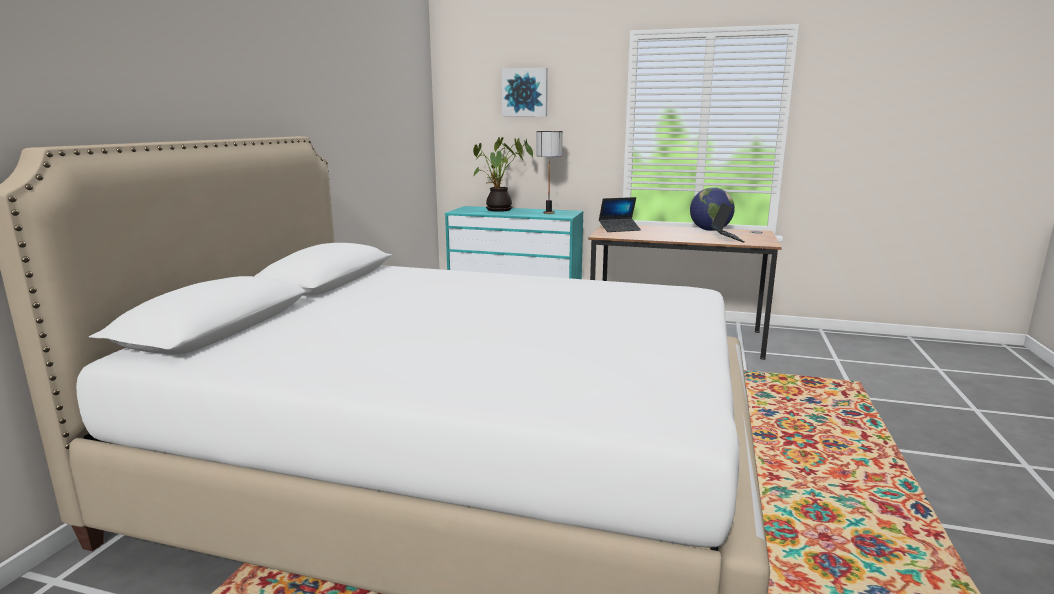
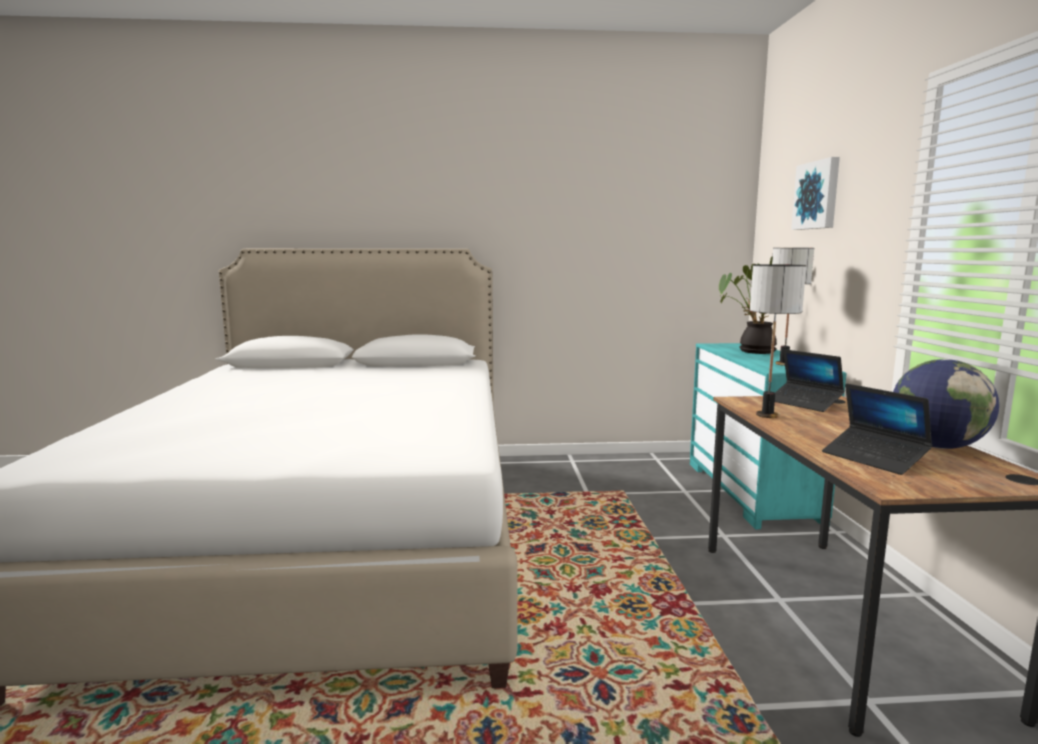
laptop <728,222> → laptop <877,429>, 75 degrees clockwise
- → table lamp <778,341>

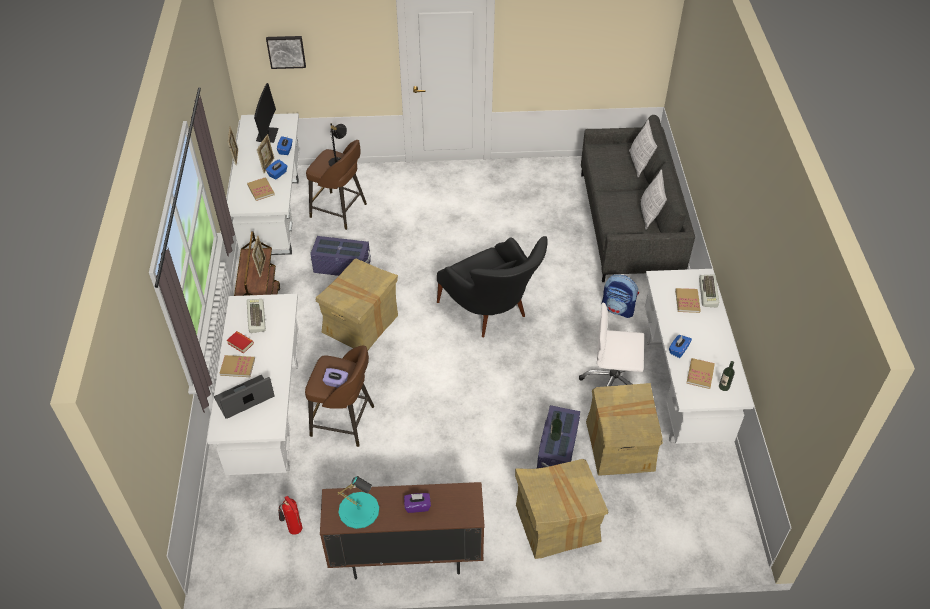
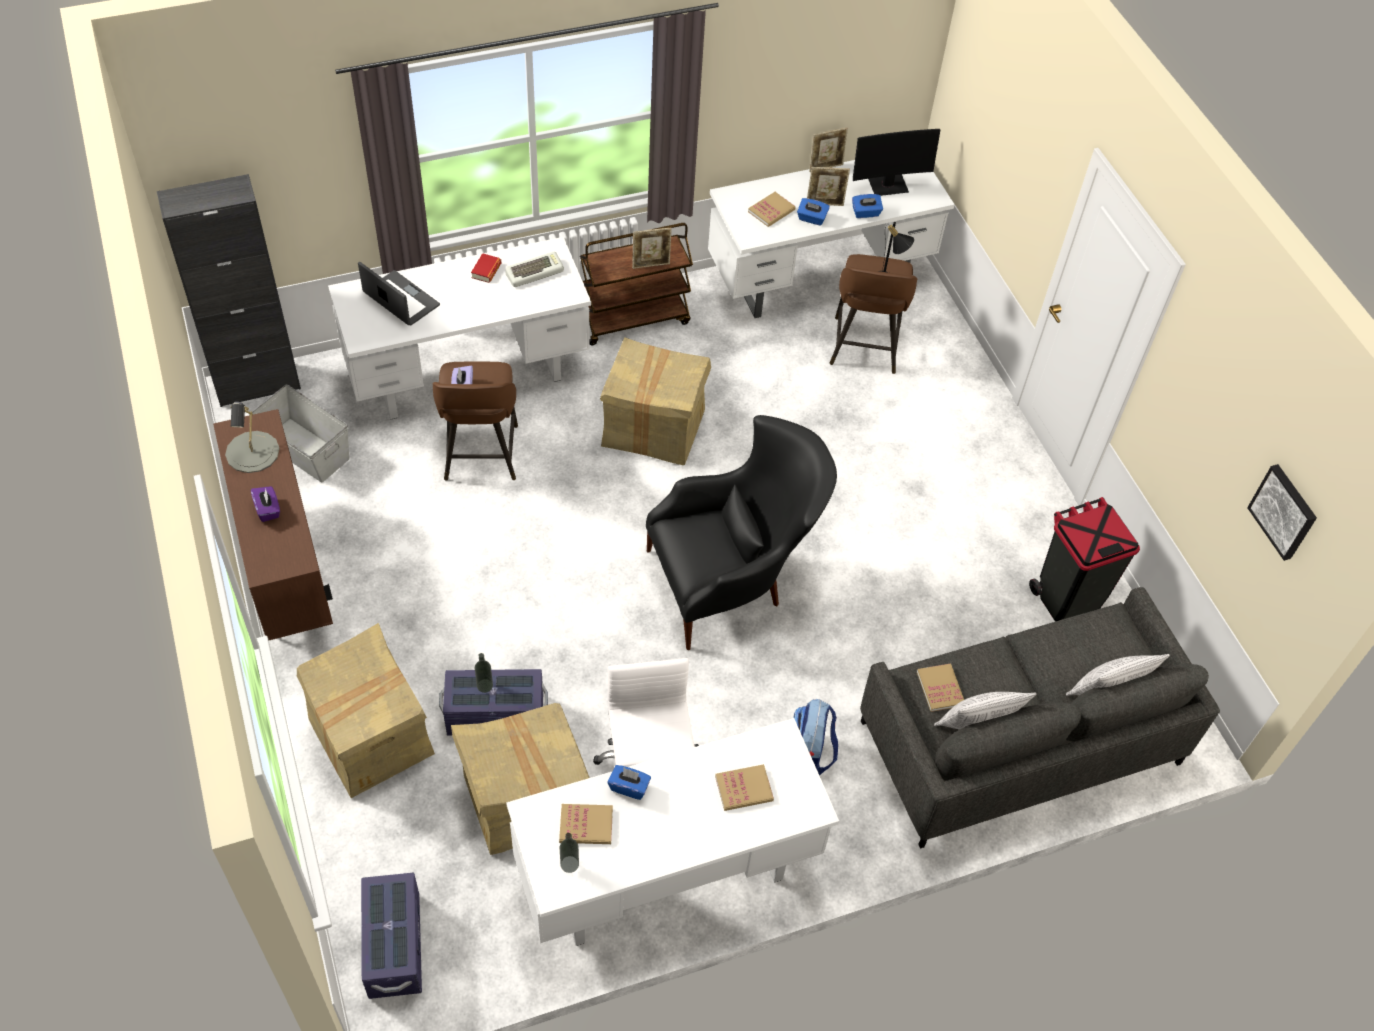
picture <286,52> → picture <1282,512>, relocated
purple storage box <340,256> → purple storage box <391,936>, relocated
black armchair <492,286> → black armchair <741,532>, 150 degrees counterclockwise
keyboard <709,290> → -
book <237,366> → book <940,688>, relocated
turquoise table lamp <358,502> → grey table lamp <252,437>
fire extinguisher <290,515> → grey storage box <299,434>
- → black cabinet <229,290>
- → black trash can <1084,559>

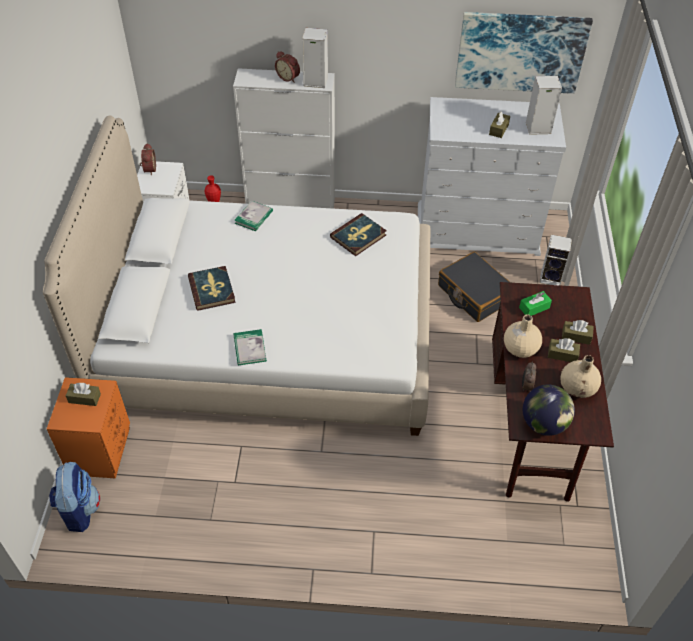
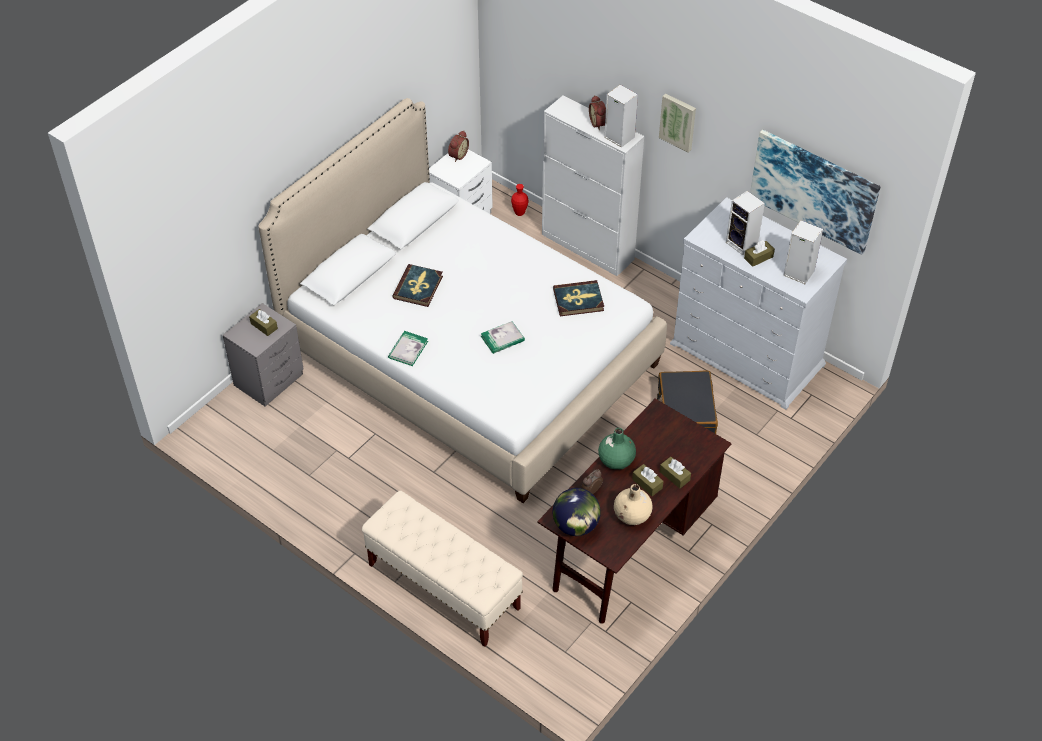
book <253,216> → book <503,337>, relocated
speaker <556,260> → speaker <745,223>, relocated
green tissue box <535,303> → -
beige vase <523,336> → green vase <617,448>
orange nightstand <88,427> → grey nightstand <263,354>
backpack <74,497> → -
- → picture <677,123>
- → beige bench <442,569>

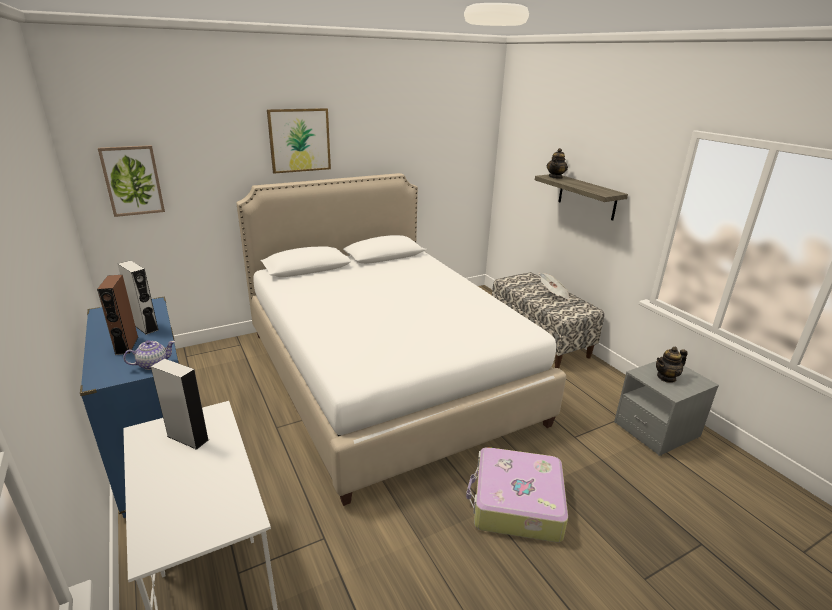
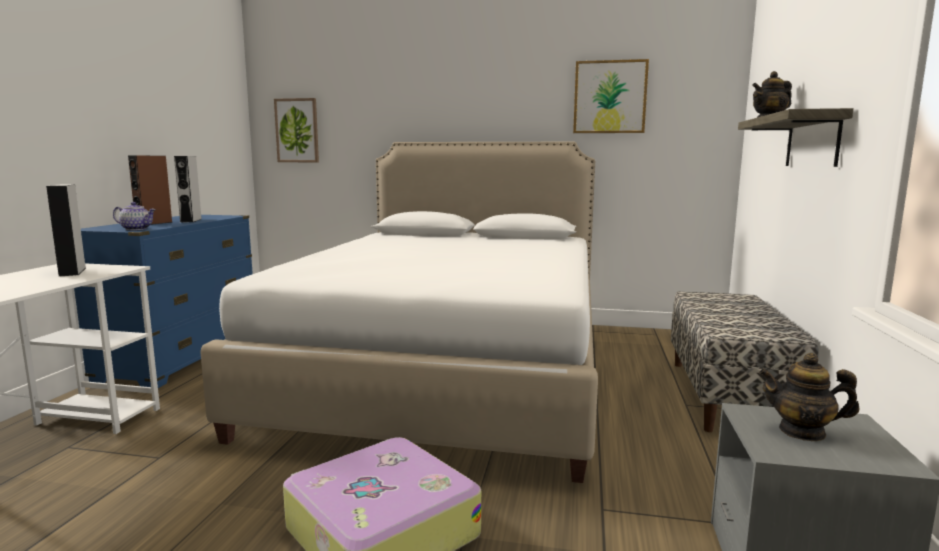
picture <299,140> → picture <611,96>, relocated
newspaper <554,286> → -

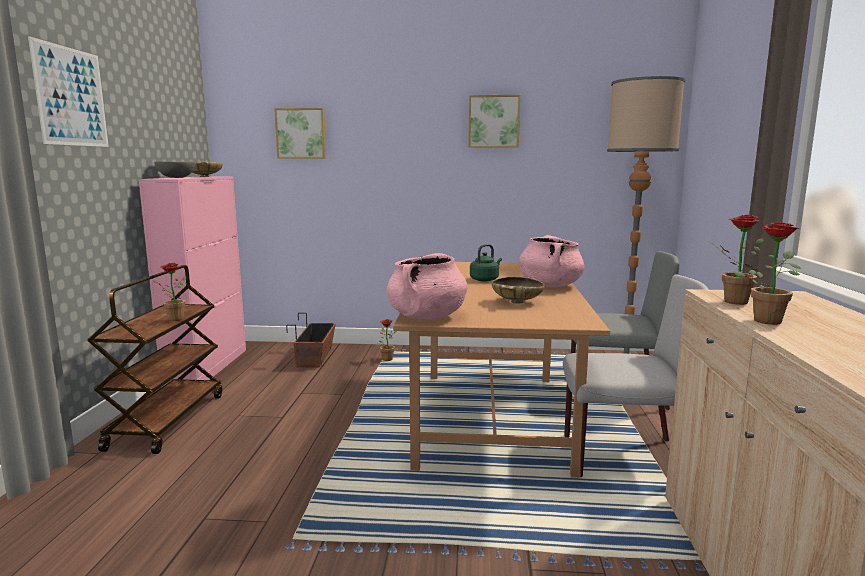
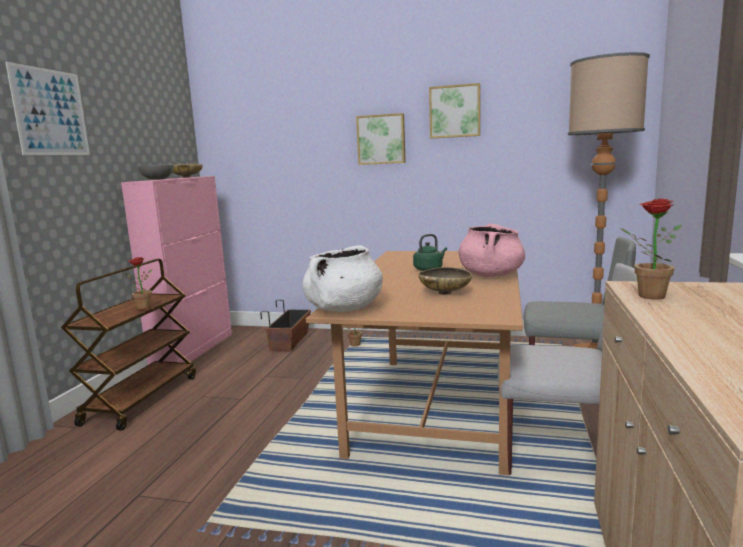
picture <300,133> → picture <381,139>, relocated
potted plant <767,273> → -
pink cooking pot <426,286> → white cooking pot <342,278>

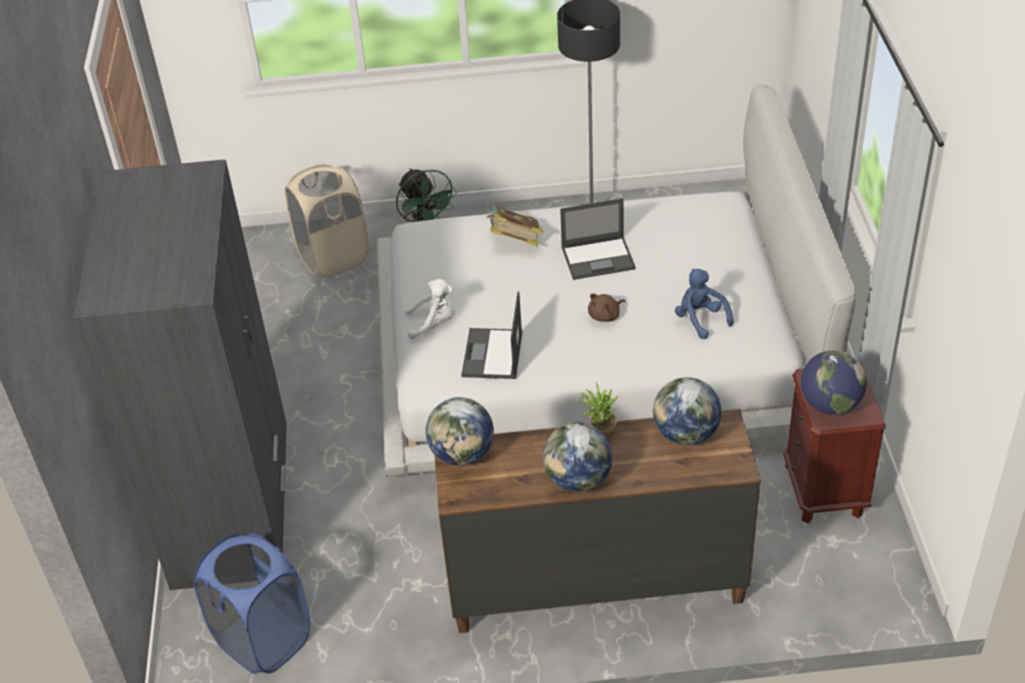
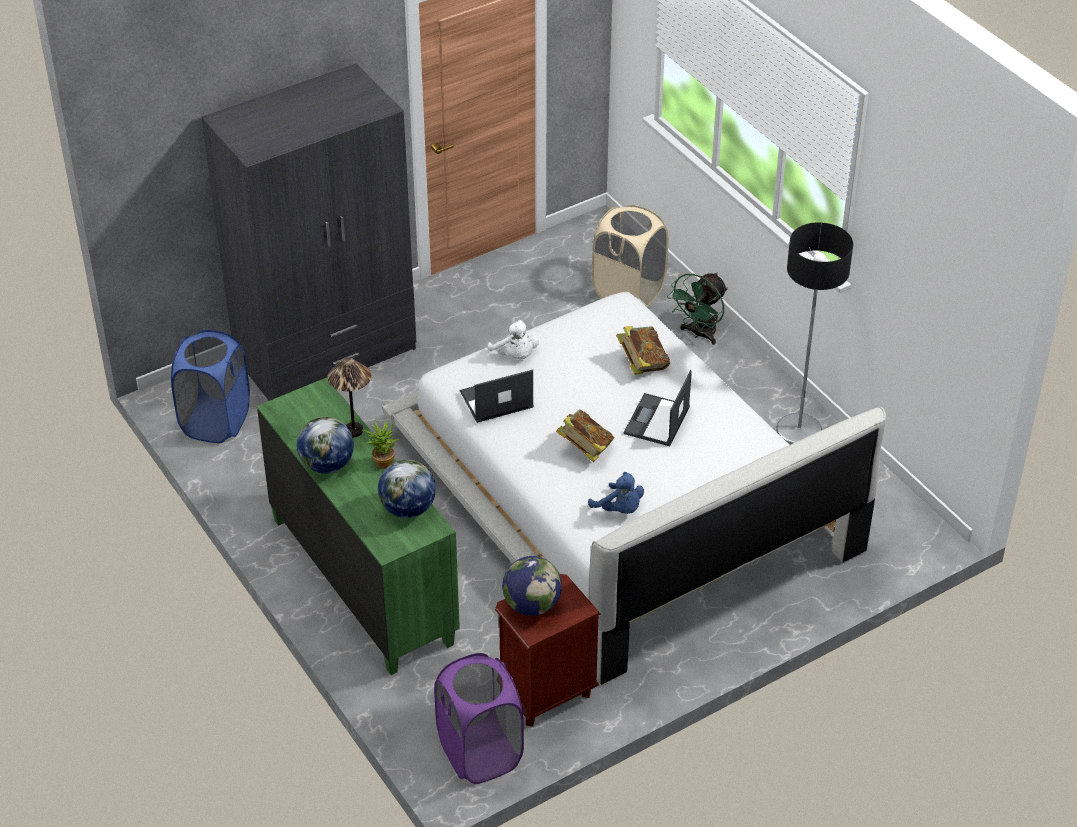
laptop <598,239> → laptop <658,408>, 60 degrees clockwise
blue plush toy <704,304> → blue plush toy <616,493>, 105 degrees clockwise
brown plush toy <606,307> → book <585,435>
globe <460,431> → -
brown dresser <598,521> → green dresser <358,526>
- → table lamp <349,397>
- → purple laundry basket <479,718>

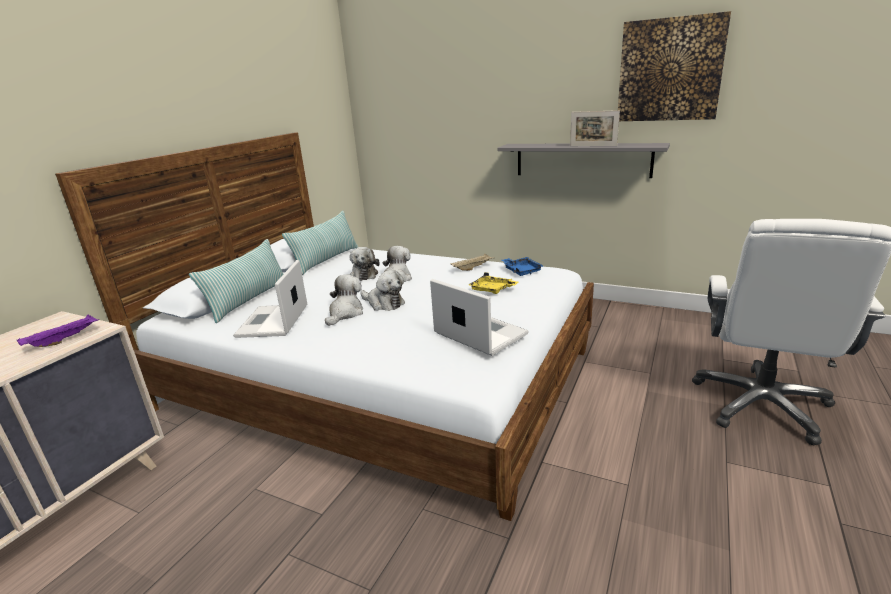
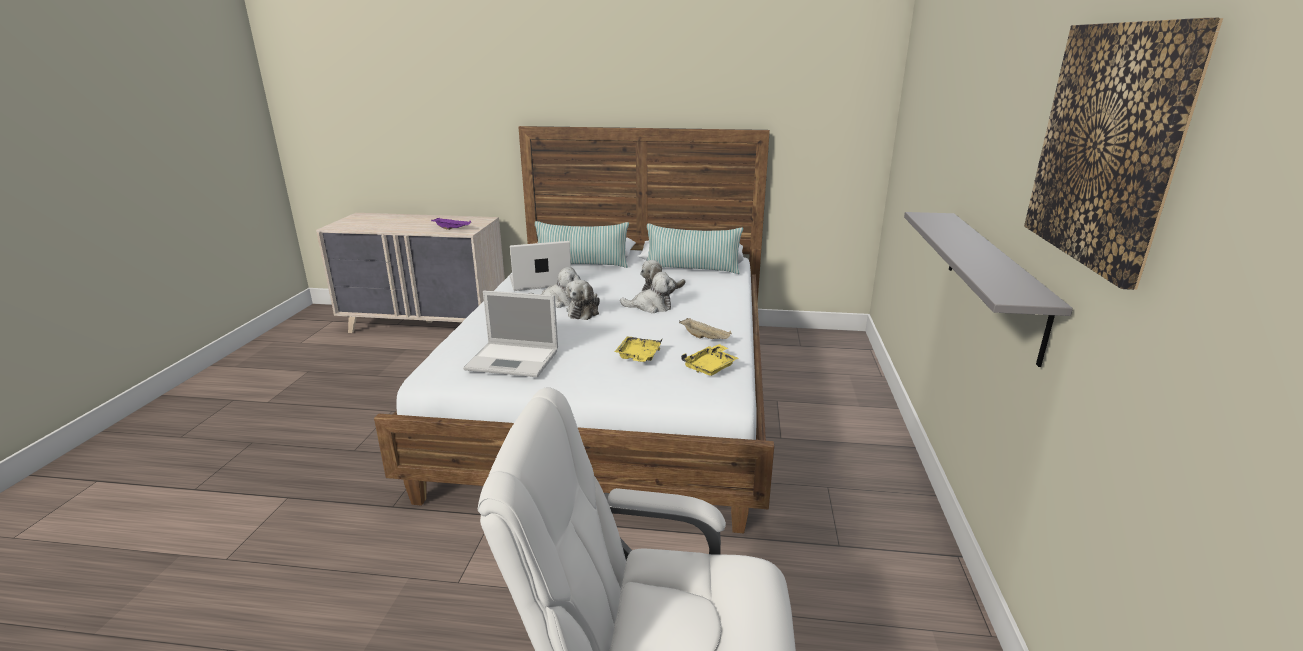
picture frame <595,128> → -
blue tray <522,266> → yellow tray <709,360>
laptop <479,317> → laptop <510,333>, 75 degrees clockwise

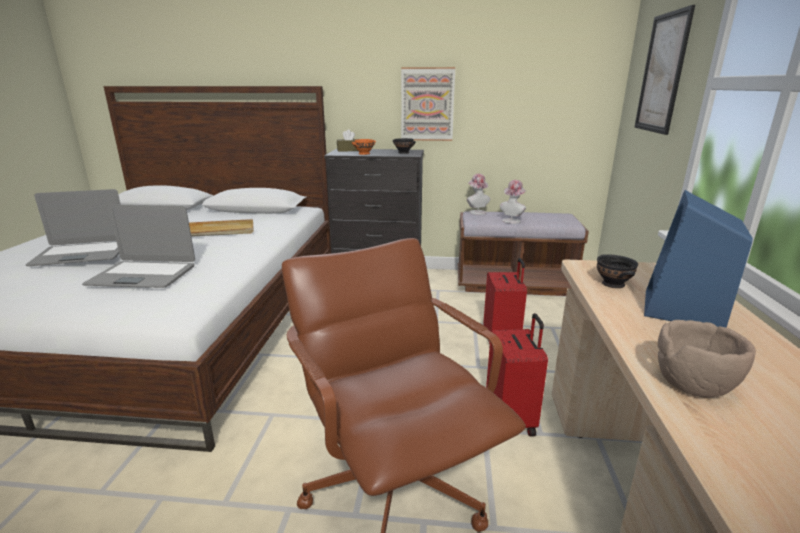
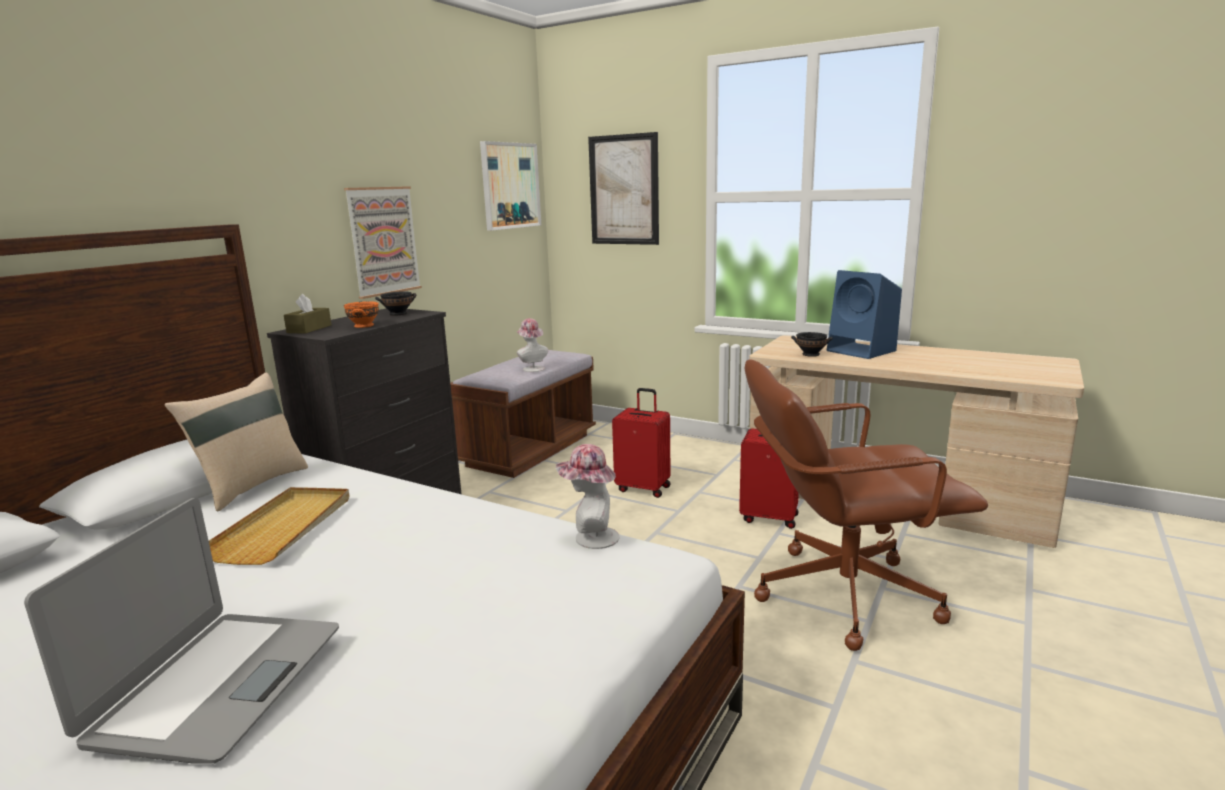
hat <478,194> → hat <588,496>, relocated
laptop <138,246> → -
brown bowl <707,358> → -
- → picture <510,186>
- → beige pillow <236,442>

